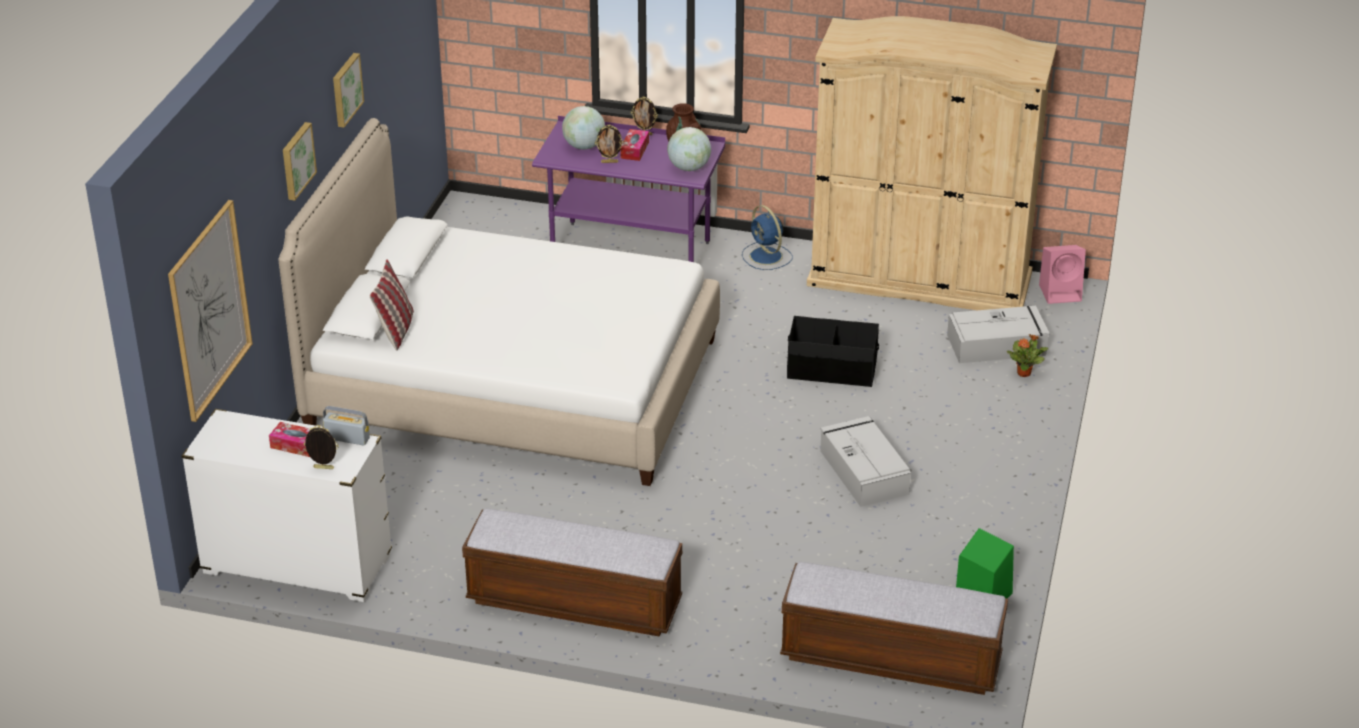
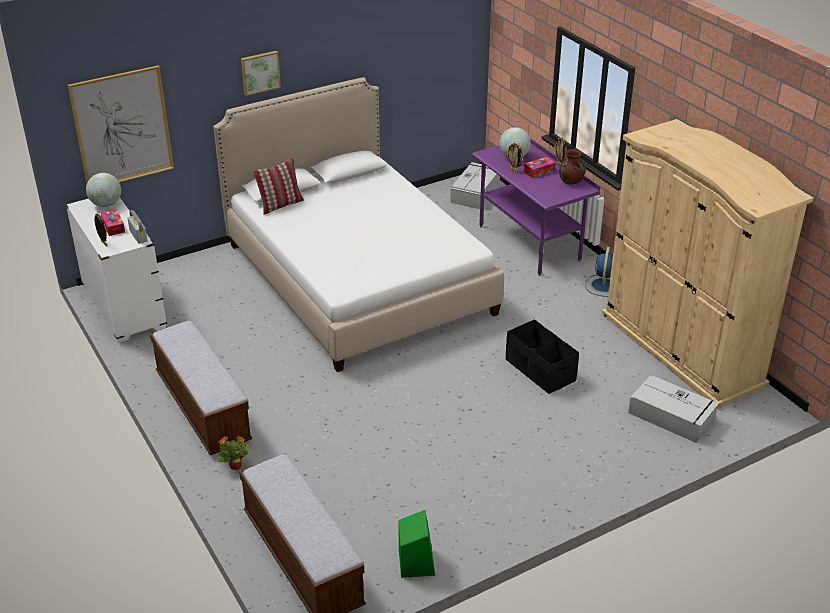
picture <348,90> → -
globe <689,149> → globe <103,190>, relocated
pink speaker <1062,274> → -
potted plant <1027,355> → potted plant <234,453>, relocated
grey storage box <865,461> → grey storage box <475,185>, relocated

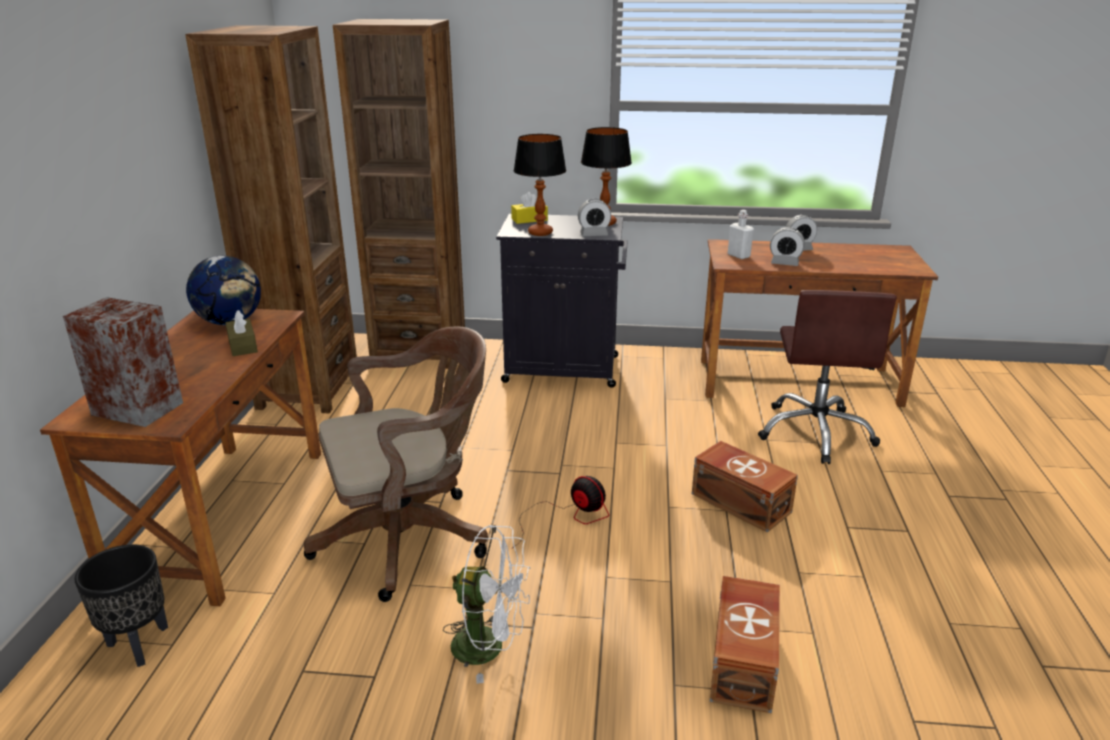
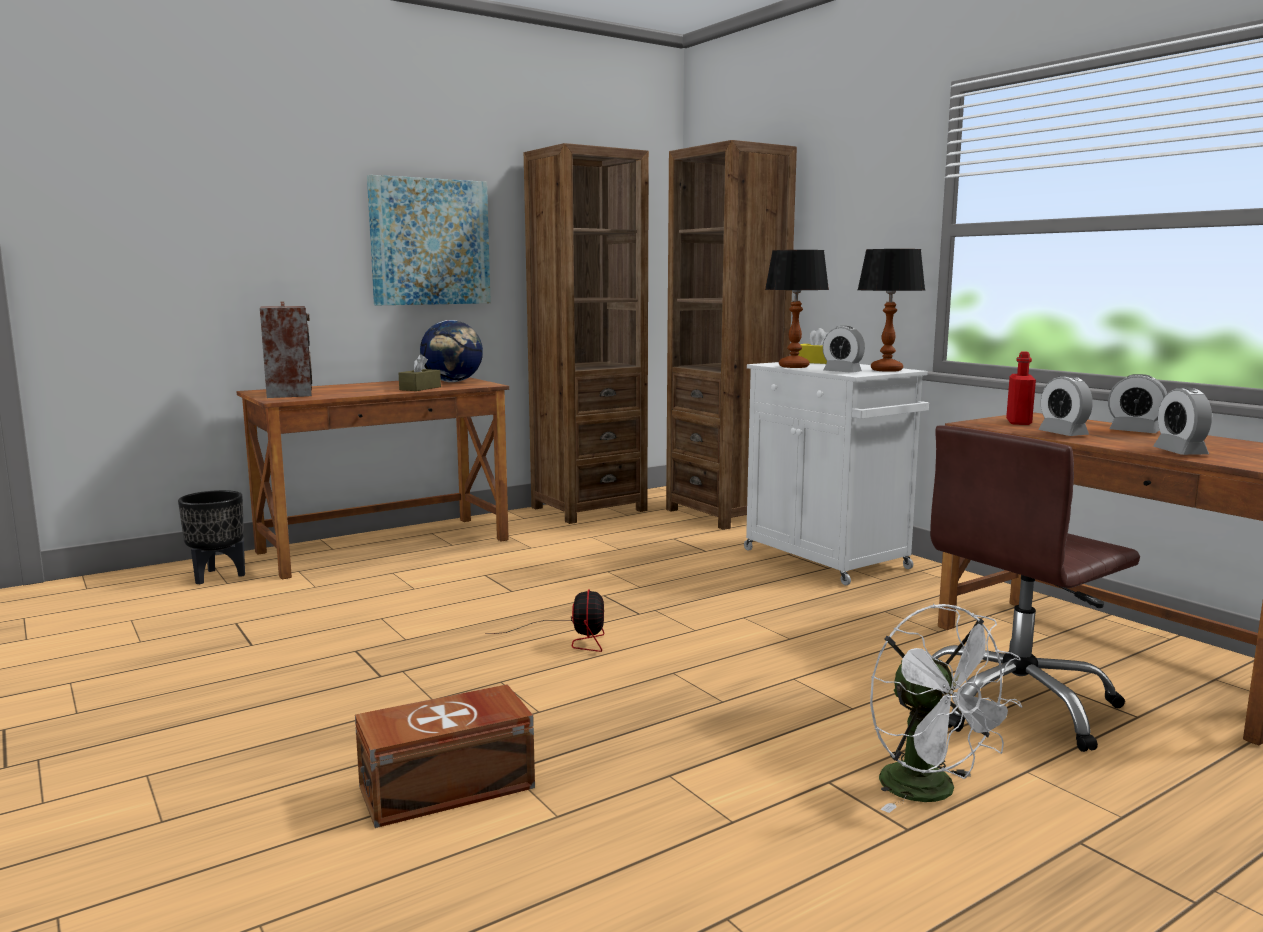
white bottle <741,234> → red bottle <1021,388>
black cabinet <562,301> → white cabinet <836,473>
brown office chair <396,464> → -
brown storage box <745,486> → -
white fan <486,604> → white fan <946,708>, relocated
- → picture <429,240>
- → alarm clock <1182,421>

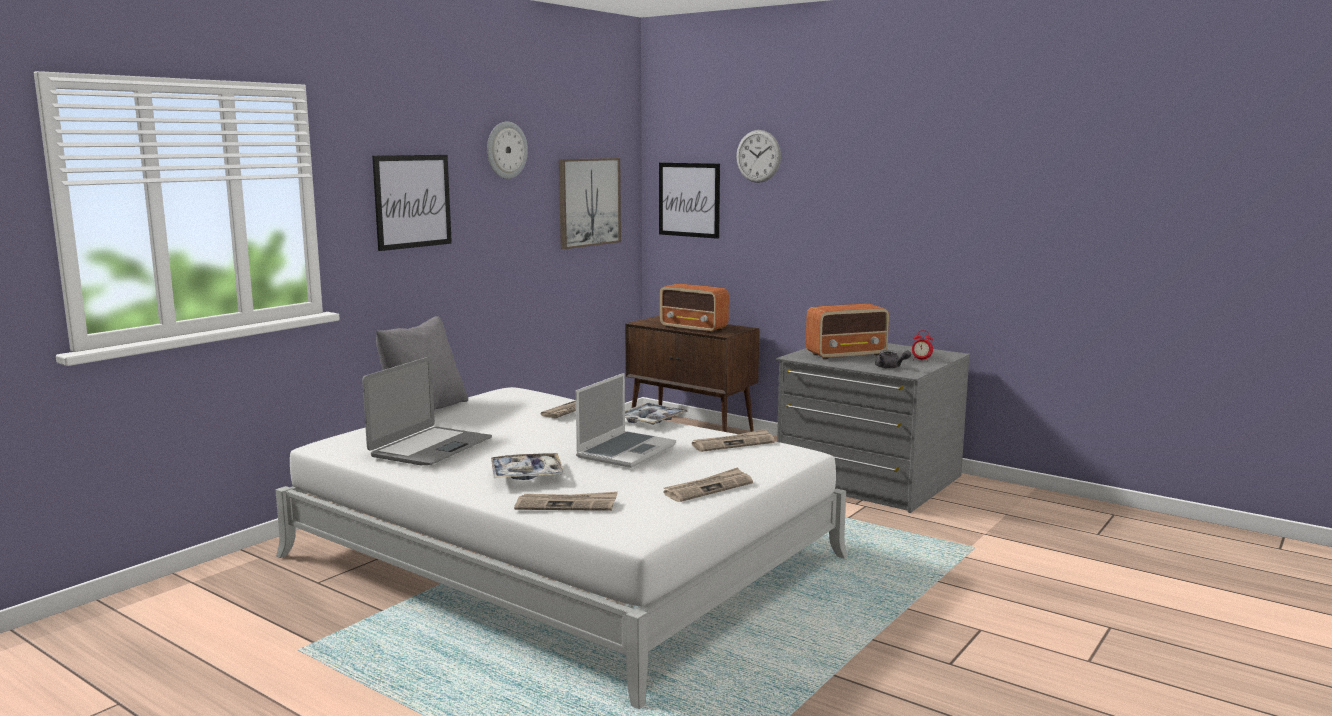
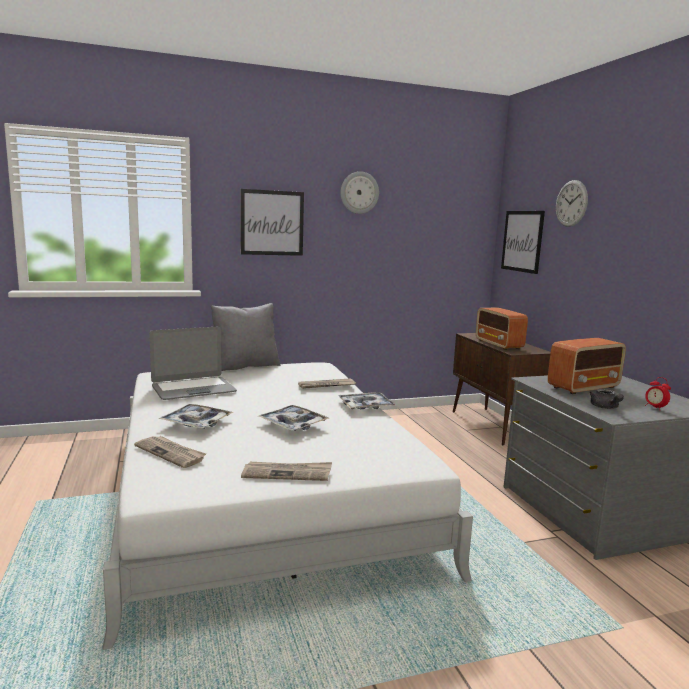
picture <590,203> → -
radio <847,332> → radio <587,366>, 45 degrees counterclockwise
laptop <625,420> → tray <294,418>
newspaper <733,440> → -

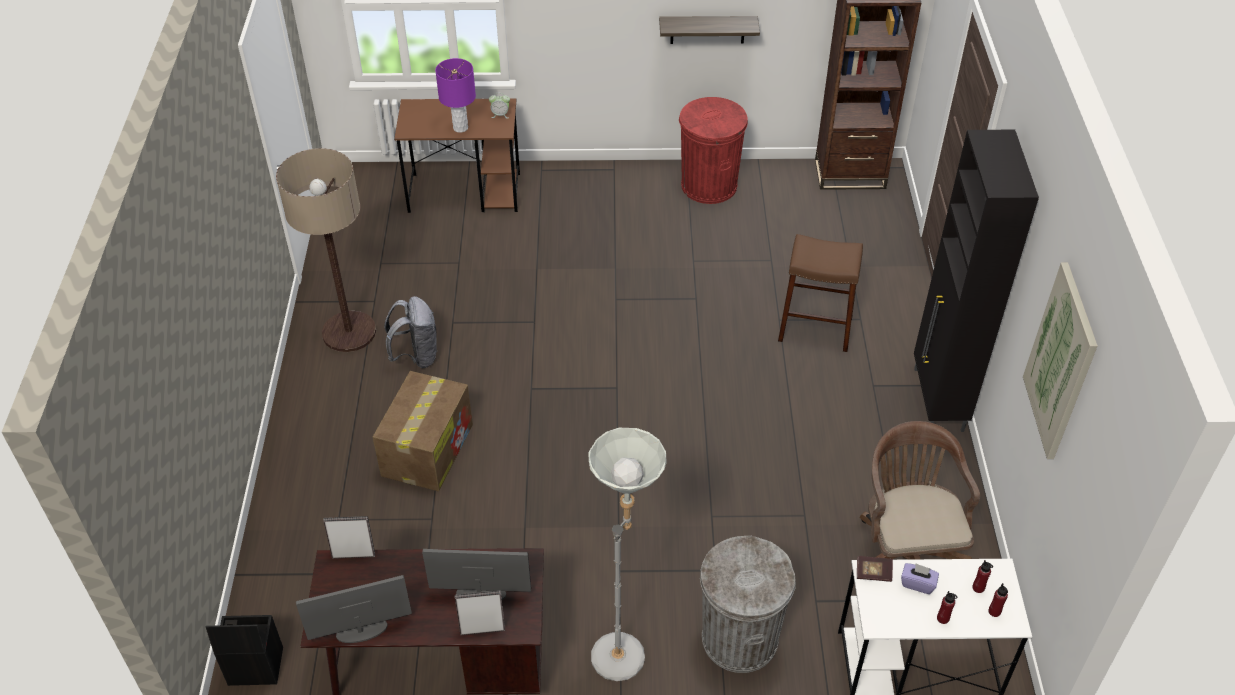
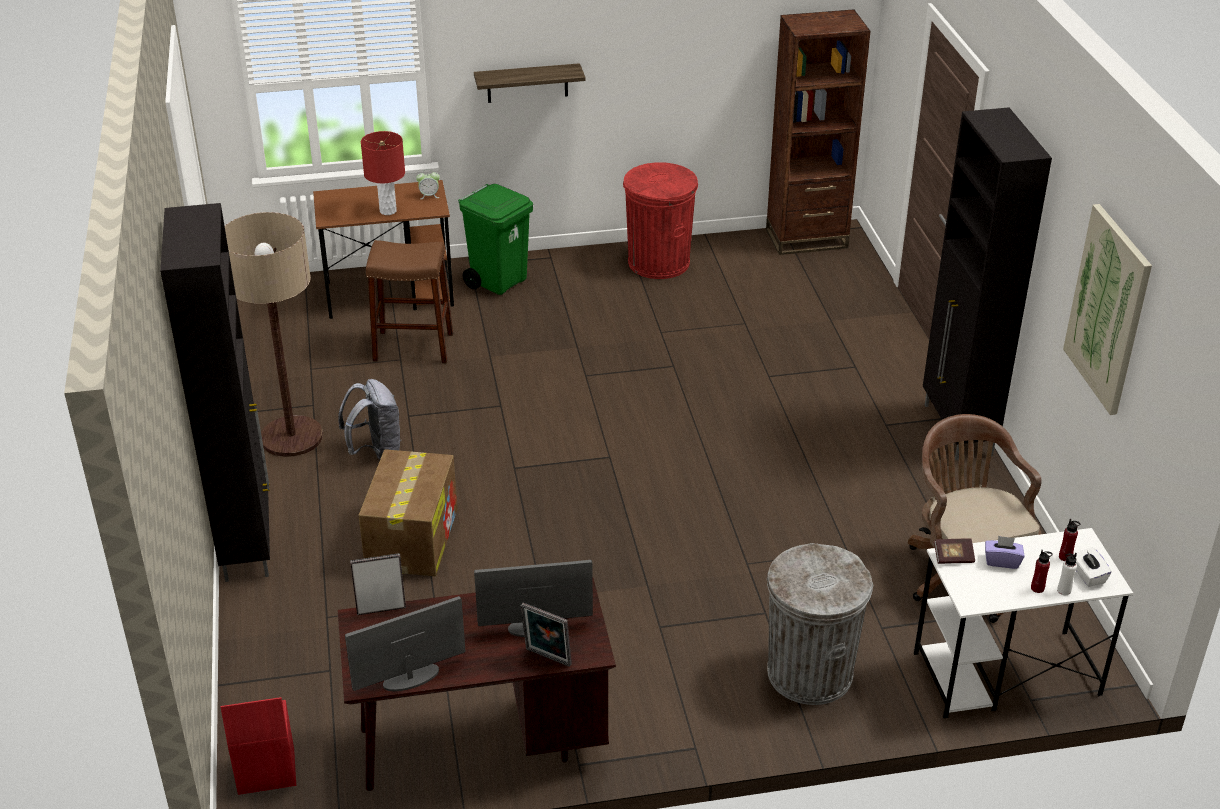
shelf <709,30> → shelf <529,83>, relocated
purple table lamp <455,95> → red table lamp <383,173>
brown stool <820,293> → brown stool <409,301>, relocated
grey floor lamp <627,554> → -
red bottle <998,600> → white tissue box <1092,567>
picture frame <480,612> → picture frame <546,635>, 135 degrees counterclockwise
black storage box <244,650> → red storage box <258,746>
- → green trash can <495,239>
- → black cabinet <215,392>
- → white bottle <1067,574>

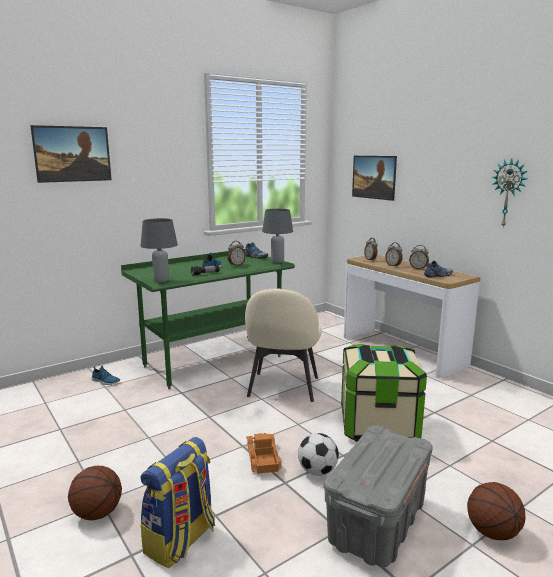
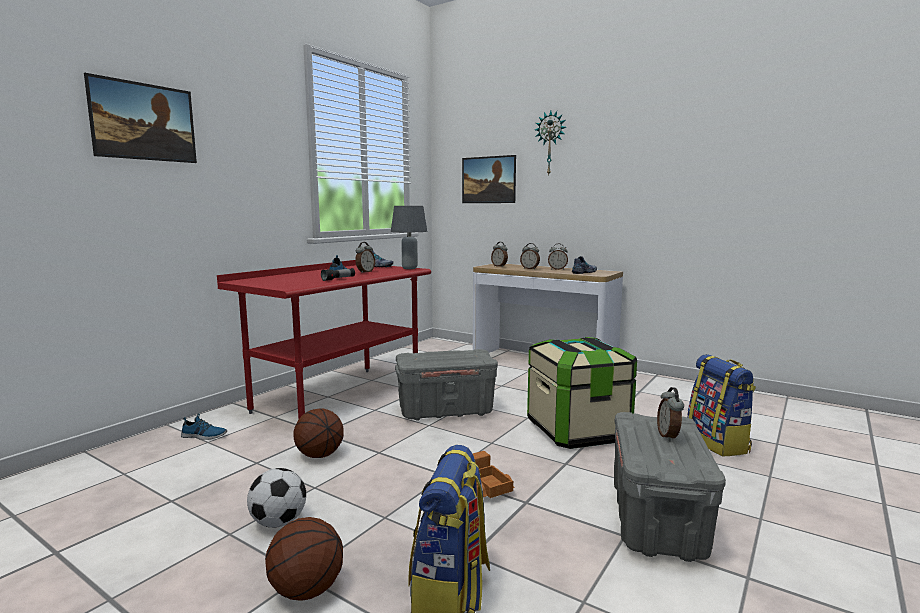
wall clock <509,192> → wall clock <550,143>, relocated
grey table lamp <159,250> → -
green desk <208,319> → red desk <324,340>
beige chair <283,345> → grey storage box <446,385>
football <318,454> → football <276,498>, relocated
basketball <496,511> → basketball <319,433>, relocated
- → backpack <721,405>
- → alarm clock <670,414>

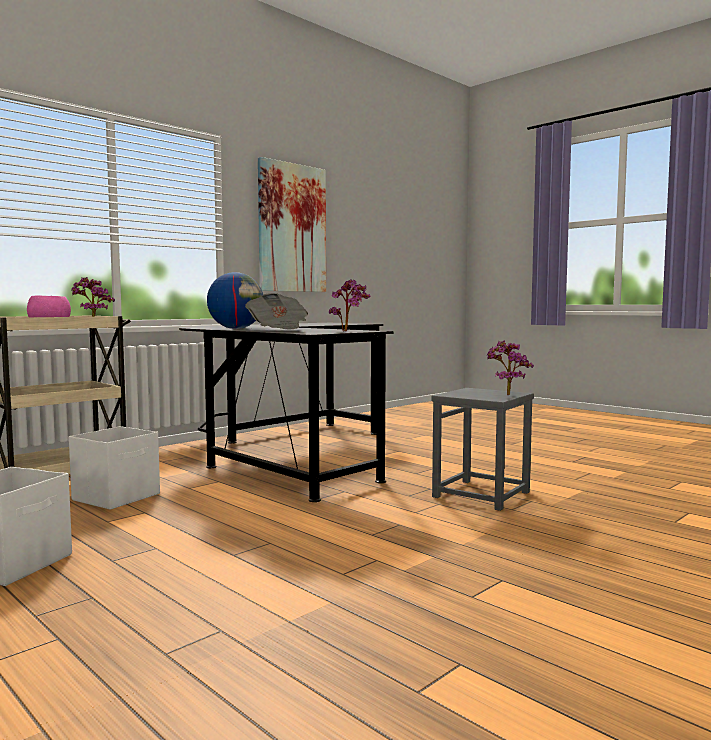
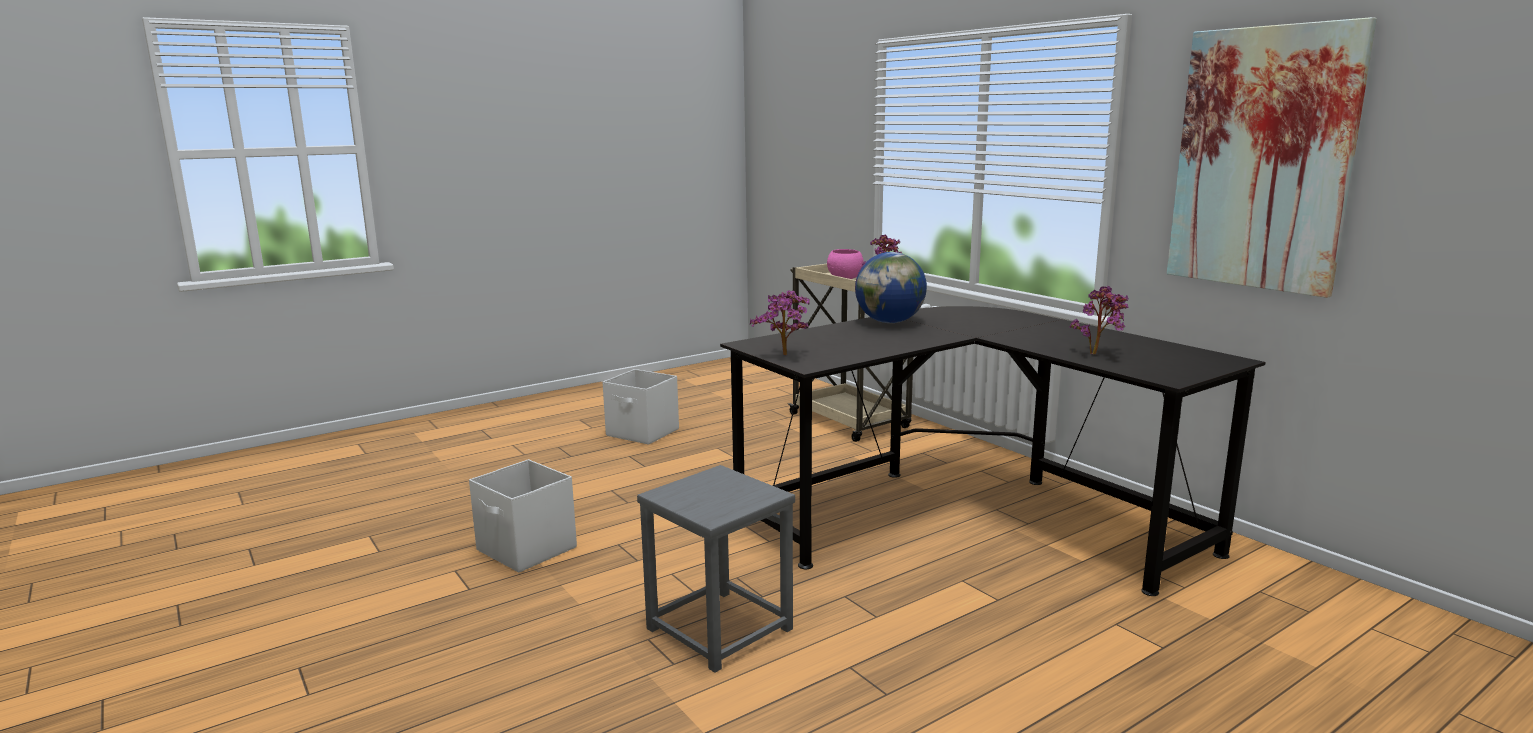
newspaper <276,311> → -
potted plant <510,368> → potted plant <1099,320>, relocated
white storage box <114,468> → white storage box <523,515>, relocated

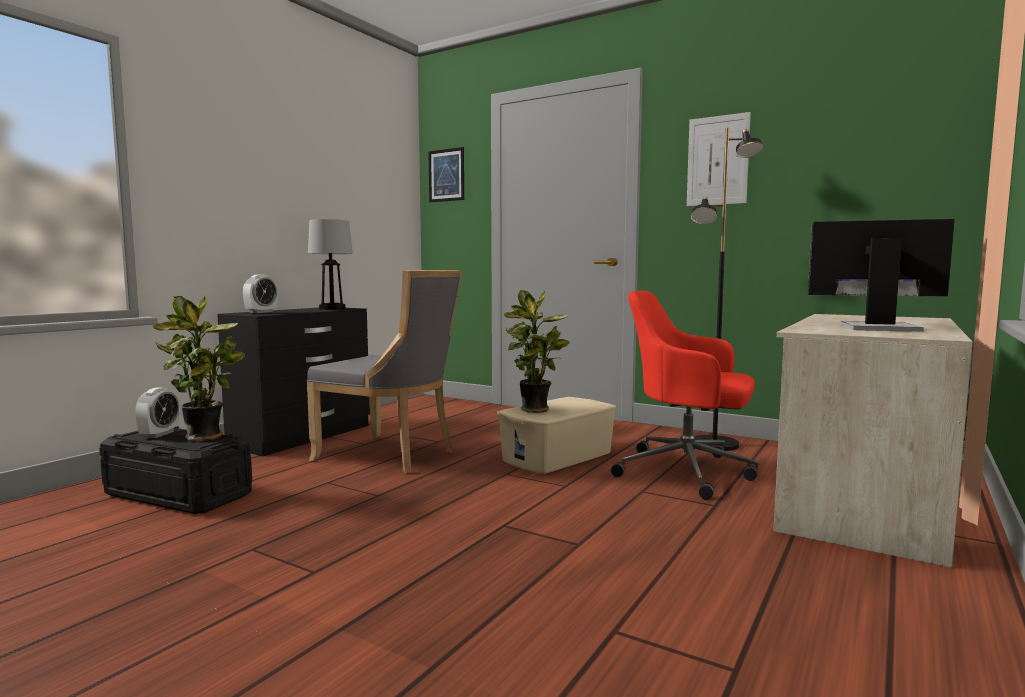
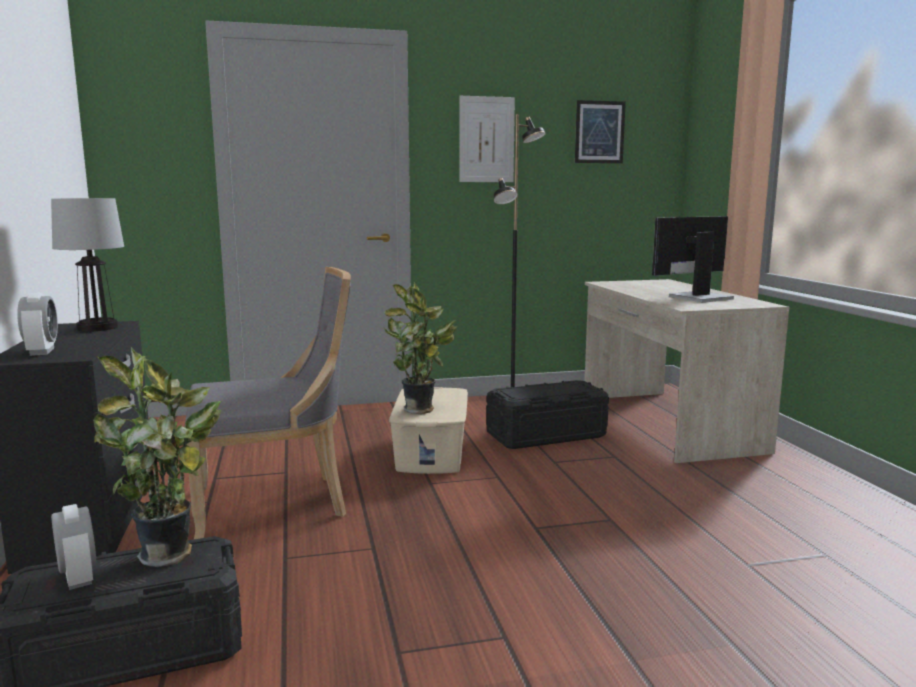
picture <446,174> → picture <600,131>, relocated
red office chair <685,395> → black storage box <547,414>

